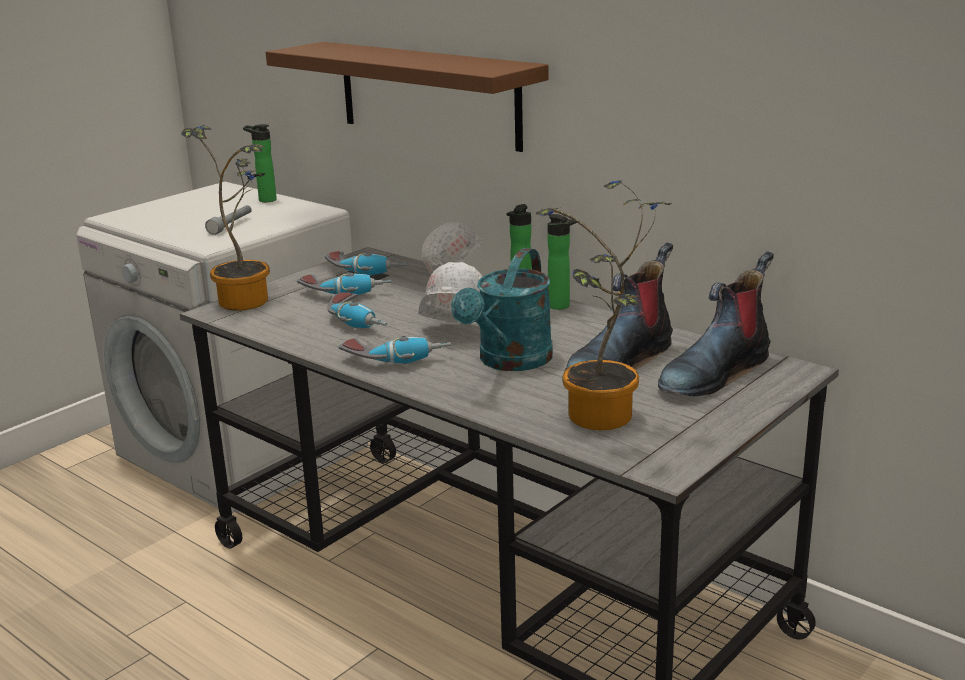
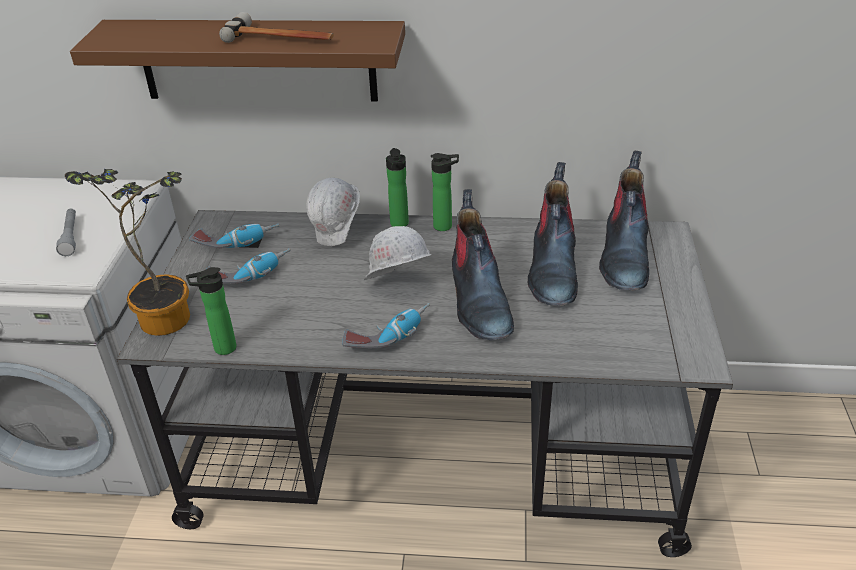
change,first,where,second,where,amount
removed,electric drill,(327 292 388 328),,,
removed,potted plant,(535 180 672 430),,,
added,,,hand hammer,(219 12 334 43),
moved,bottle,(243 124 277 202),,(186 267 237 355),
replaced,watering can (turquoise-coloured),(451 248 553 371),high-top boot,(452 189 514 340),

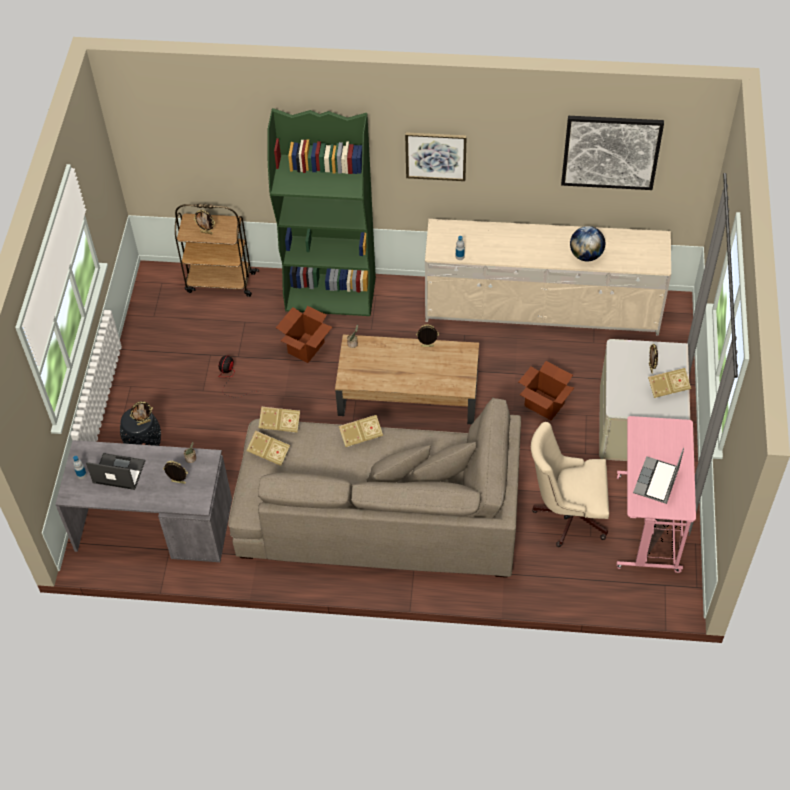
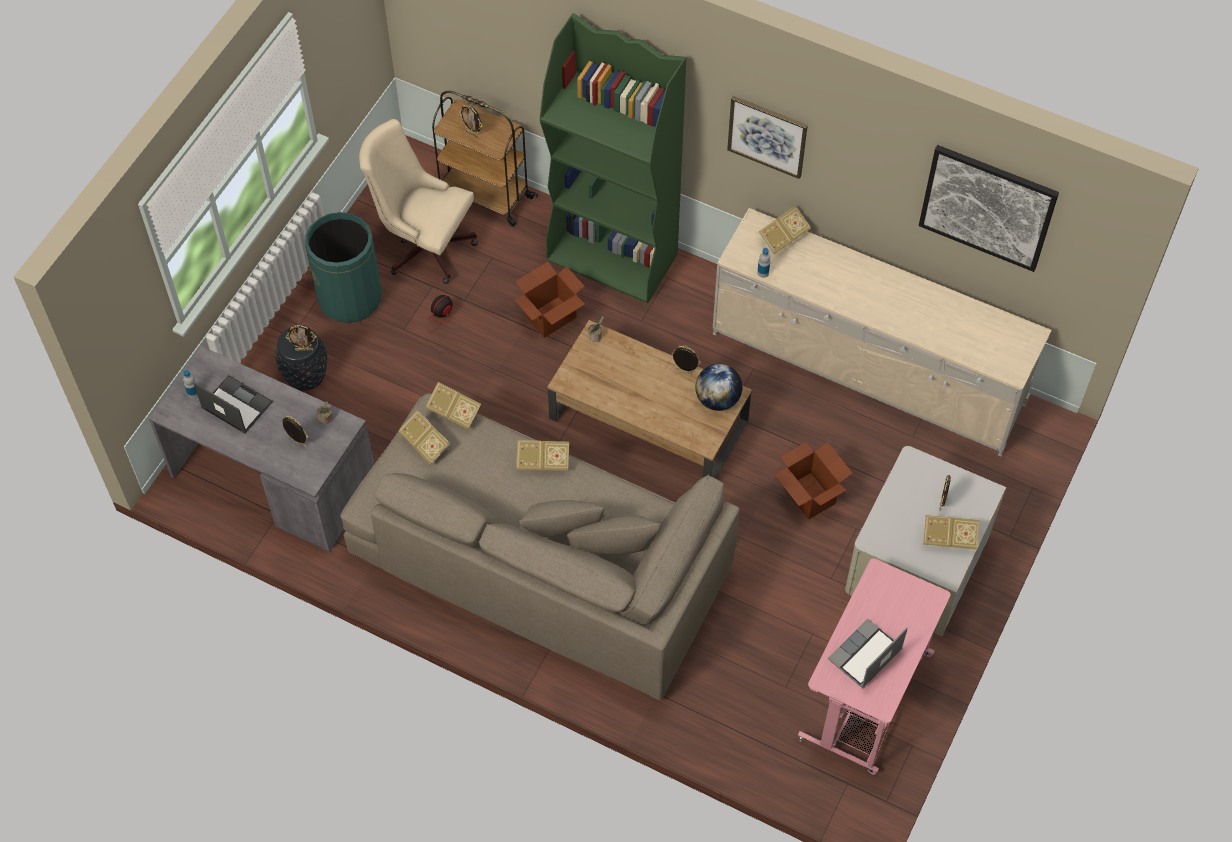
change,first,where,second,where,amount
added,,,trash can (greenish),(305 212 382 323),
added,,,bound book,(758 206 811 254),
moved,computer chair (beige),(531 422 609 547),,(359 119 478 284),
moved,world globe,(570 226 605 261),,(695 364 742 411),

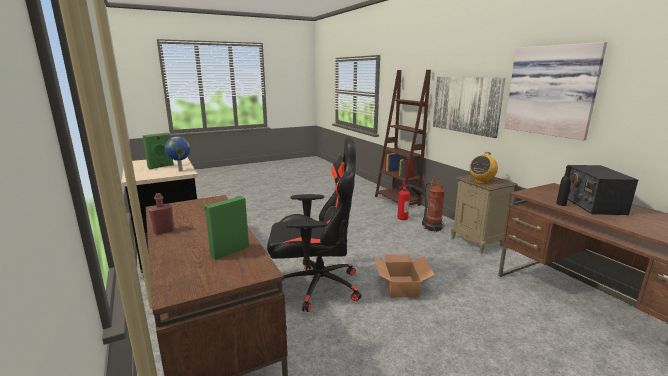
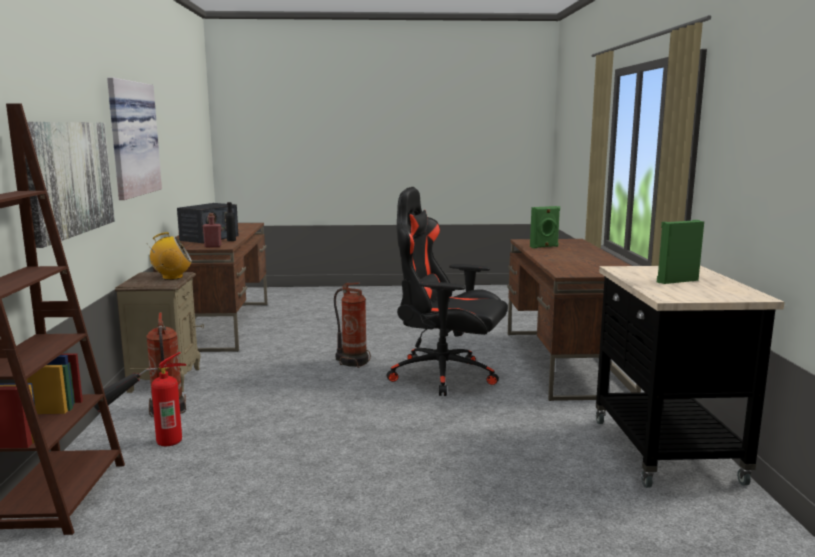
change,first,where,second,where,amount
removed,world globe,(165 137 191 171),,,
moved,bottle (red),(148 193 174 235),,(202 213 222 247),
replaced,packing box,(374 254 434 298),extinguisher,(334 283 371 368),

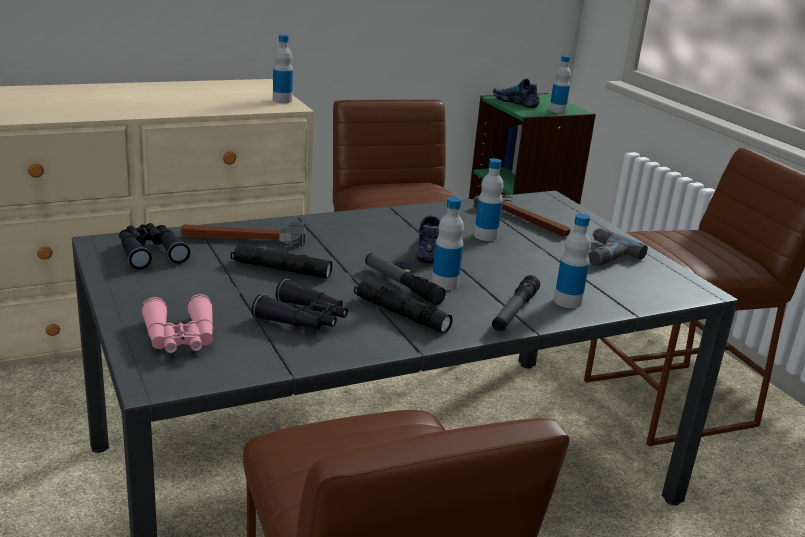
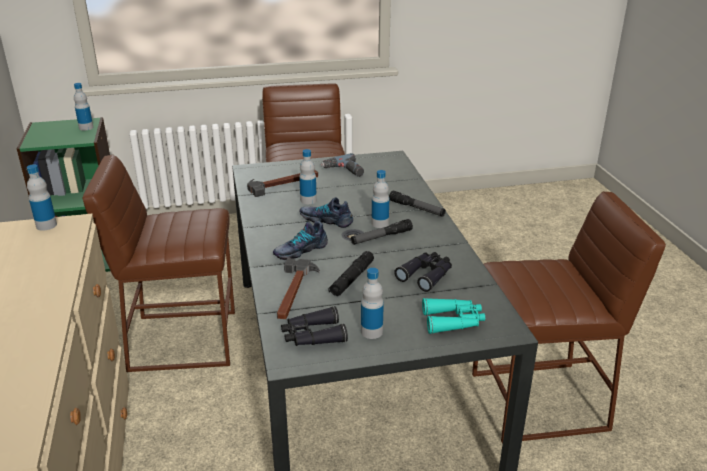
change,first,where,second,where,amount
removed,hand torch (black-coloured),(354 280 453 333),,,
moved,shoe,(493 79 540 108),,(273 221 328 260),
moved,bottle,(554 213 591 308),,(361 268 384 339),
recoloured,field glasses (pink-coloured),(141 294 213 353),field glasses (turquoise-coloured),(422 298 485 334),

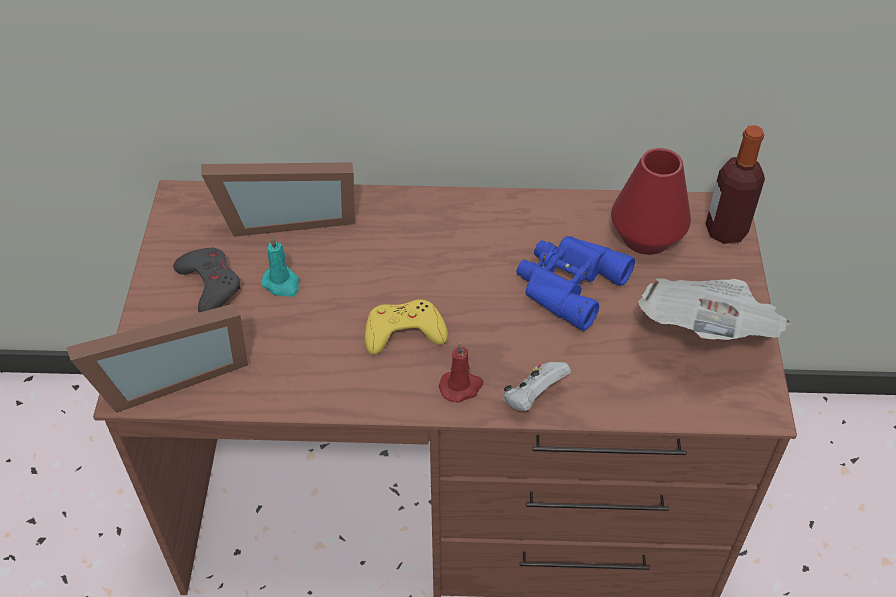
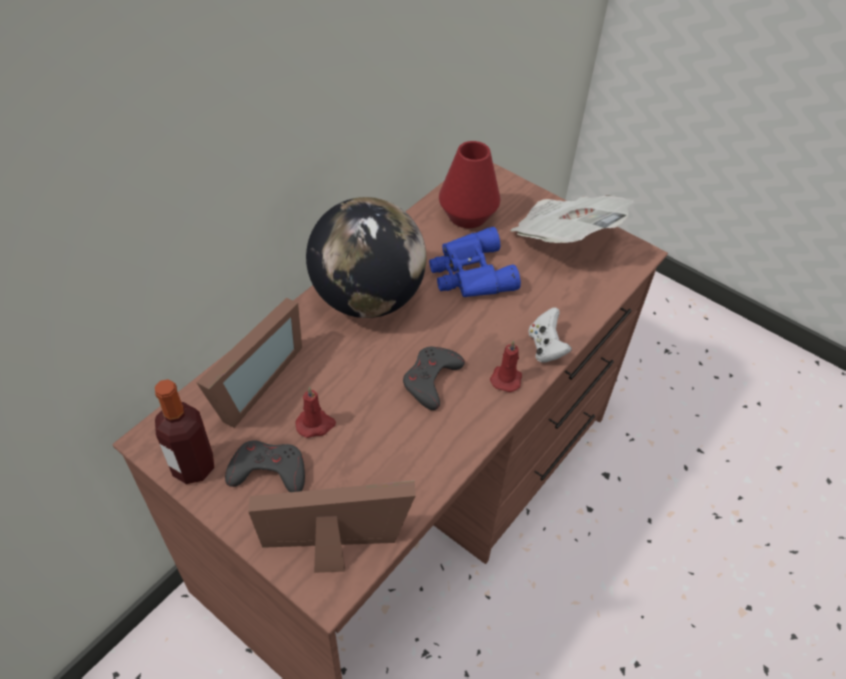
change,first,where,second,where,amount
added,,,world globe,(306 197 426 318),
moved,bottle,(706 125 765 244),,(155 379 214 484),
recoloured,wax candle (turquoise-coloured),(261 236 299 297),wax candle (red),(296 387 336 438),
recoloured,joypad (yellow-coloured),(364 299 448 355),joypad (greyish),(403 347 465 410),
turned,standing frame,(66 303 248 413),,(248 481 415 573),105 degrees counterclockwise

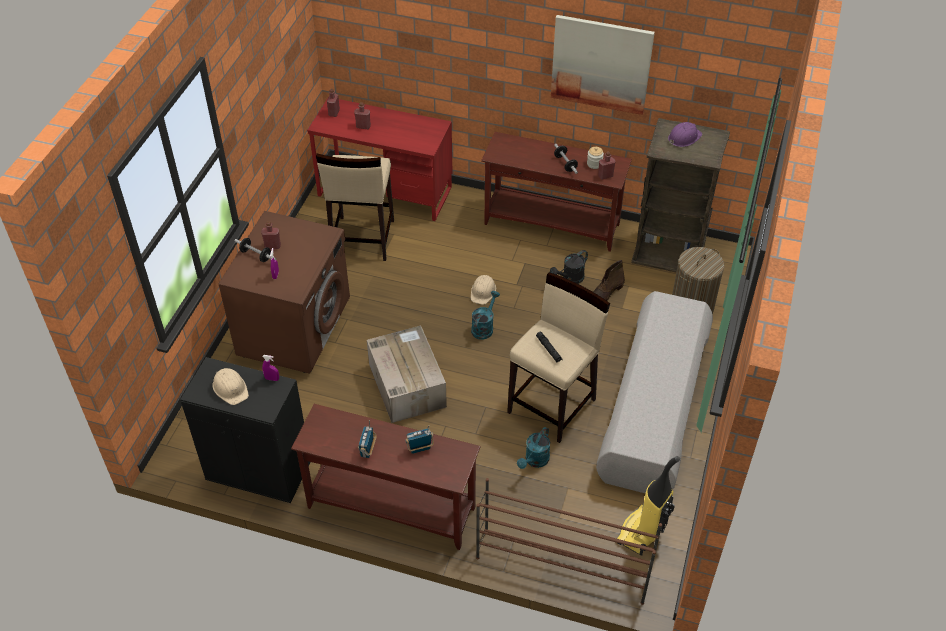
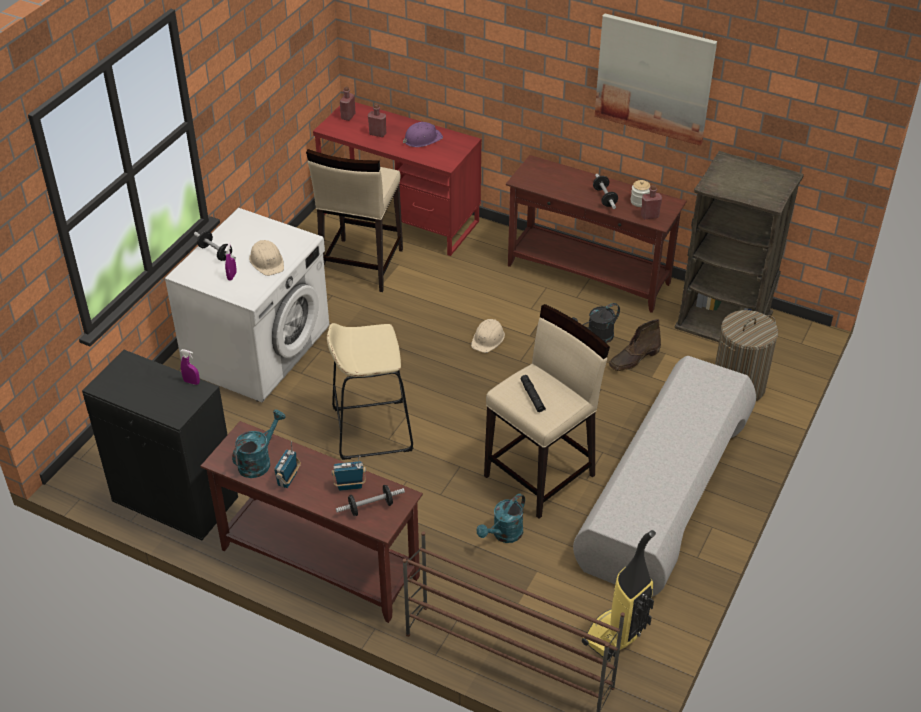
change,first,where,second,where,amount
removed,bottle (red),(261 221 281 249),,,
added,,,dumbbell,(336 485 405 516),
moved,safety helmet (beige),(212 368 249 405),,(249 240 284 276),
moved,watering can (turquoise-coloured),(471 291 500 340),,(232 410 286 478),
moved,safety helmet (purplish),(668 122 702 147),,(403 122 443 147),
replaced,packing box,(367 326 447 423),sitting stool (beige),(327 323 414 460),
recoloured,washing machine (brownish),(219 211 350 374),washing machine (white-coloured),(165 208 329 402),

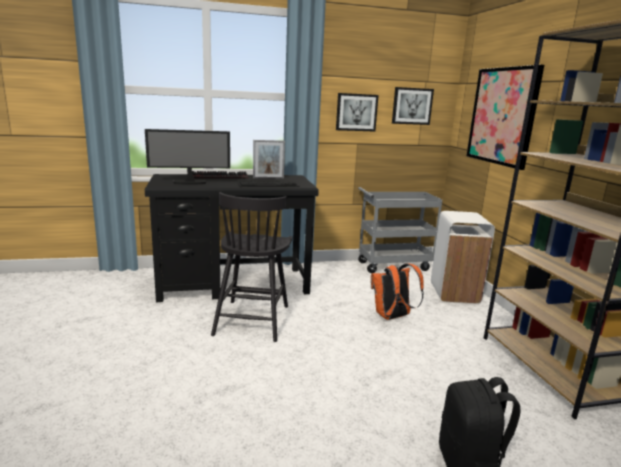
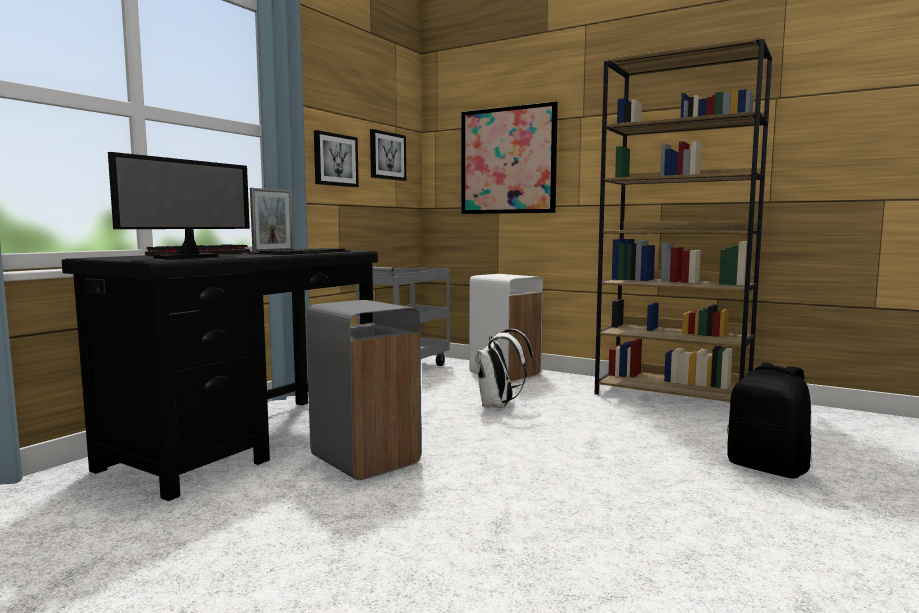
change,first,where,second,where,amount
replaced,plain chair (black-coloured),(211 192 292 342),trash can (greyish),(306 300 421 480),
recoloured,knapsack (orangey),(371 263 424 320),knapsack (white-coloured),(475 329 534 408),

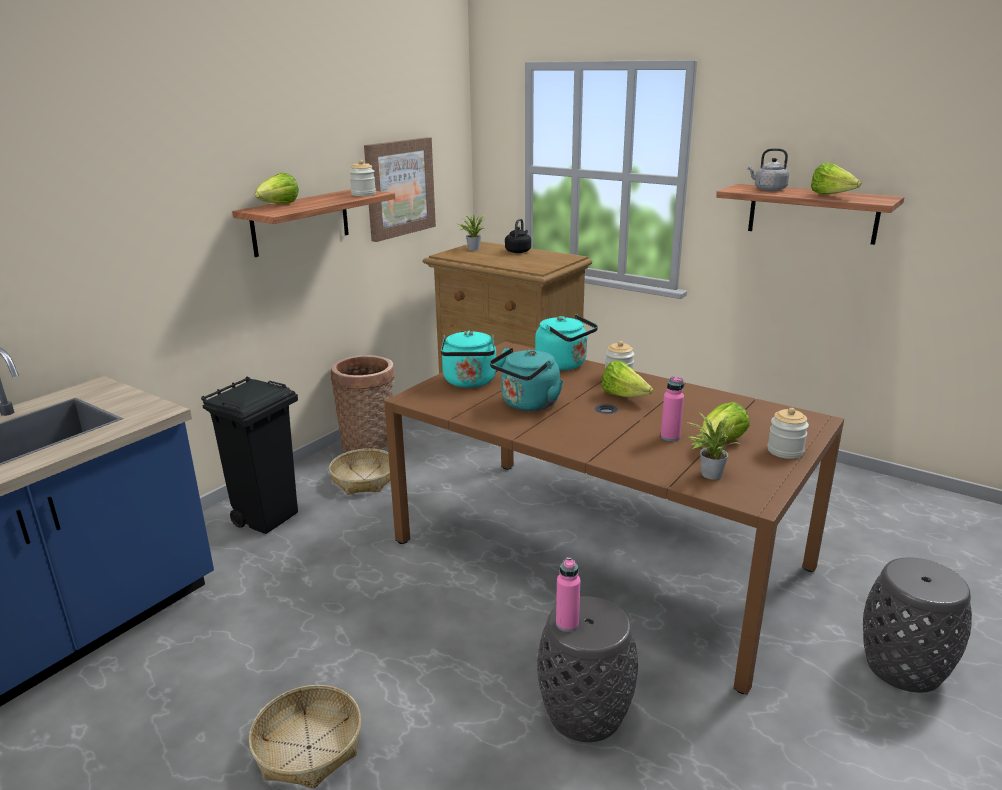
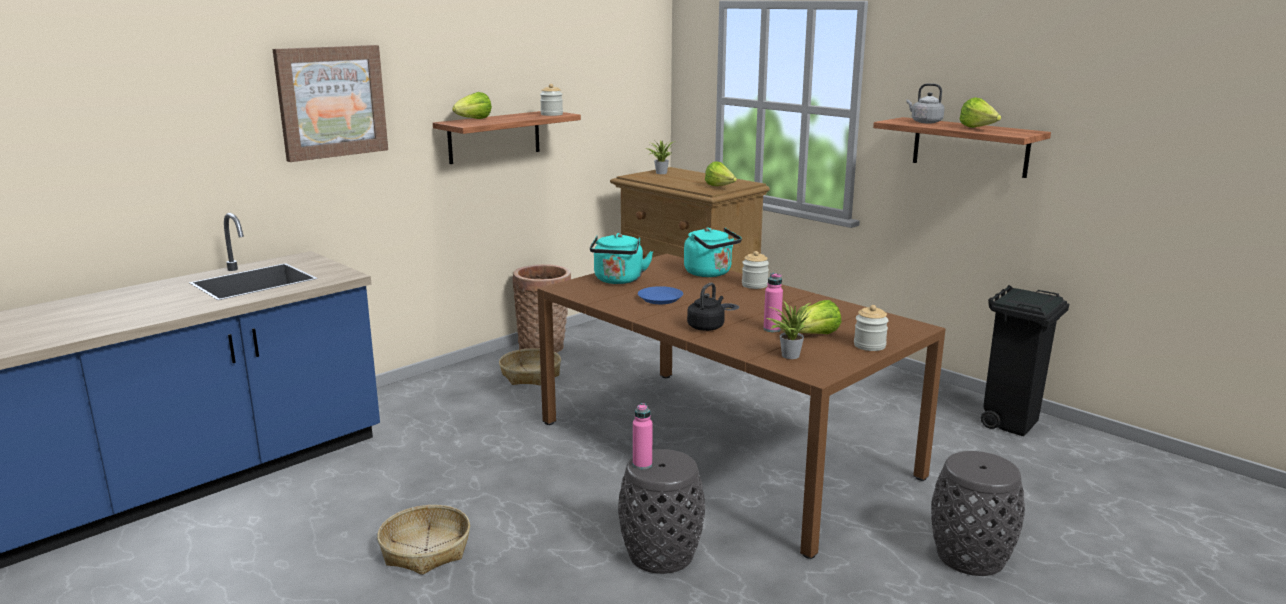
change,first,where,second,where,amount
moved,trash can (black-coloured),(201 376 298 534),,(981 285 1069 436),
moved,picture,(364 137 436 242),,(272 45 388 162),
moved,kettle (black-coloured),(505 219 531 253),,(687 283 725 331),
moved,lettuce head,(602 361 654 397),,(705 161 737 186),
replaced,kettle (turquoise-coloured),(490 348 563 411),flat dish (blue),(638 286 683 304),

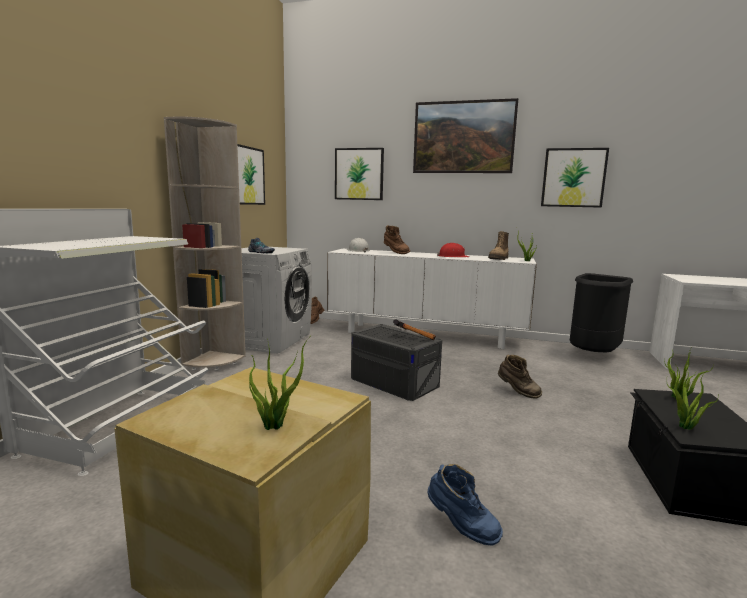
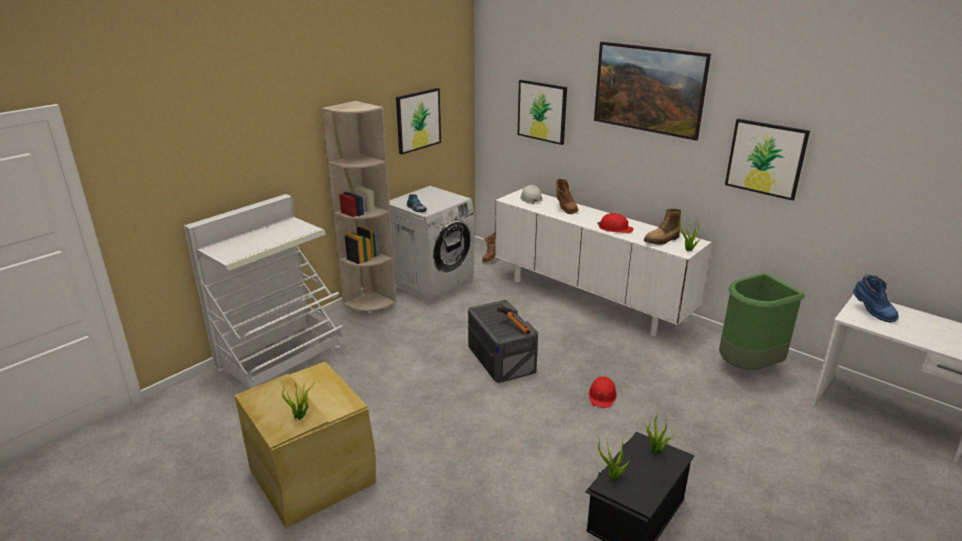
change,first,where,second,where,amount
moved,high-top boot (blue),(428 464 503 546),,(853 274 899 323),
replaced,high-top boot (brownish),(498 355 542 399),safety helmet (red),(589 376 617 408),
recoloured,trash can (black-coloured),(570 273 633 352),trash can (greenish),(719 273 804 370),

